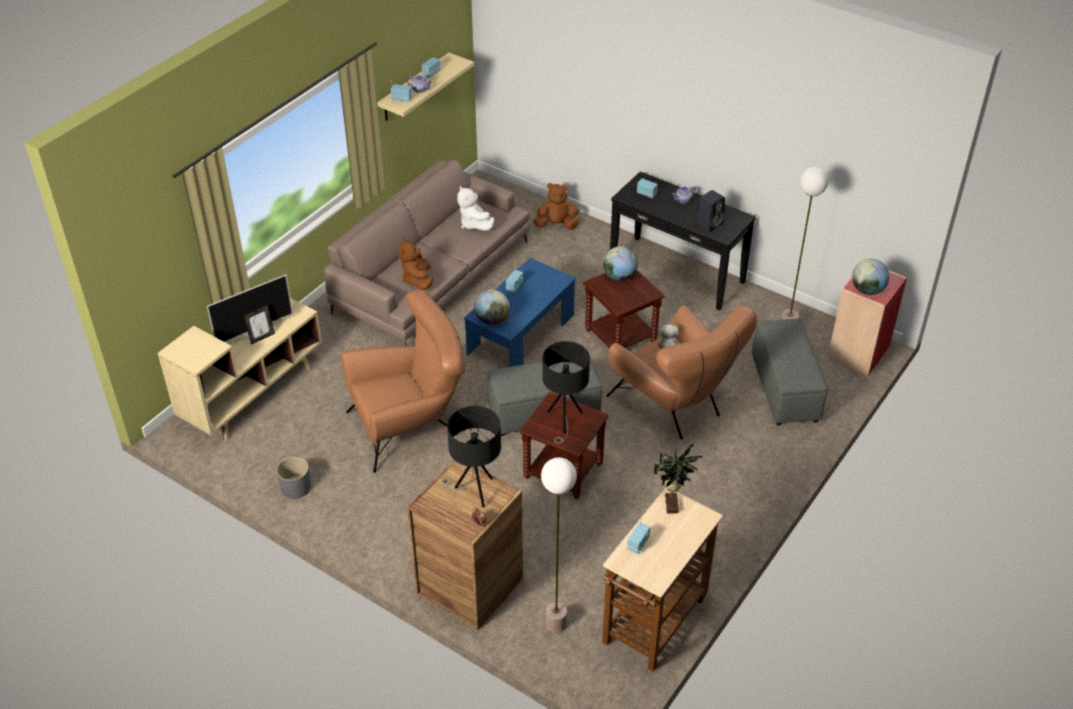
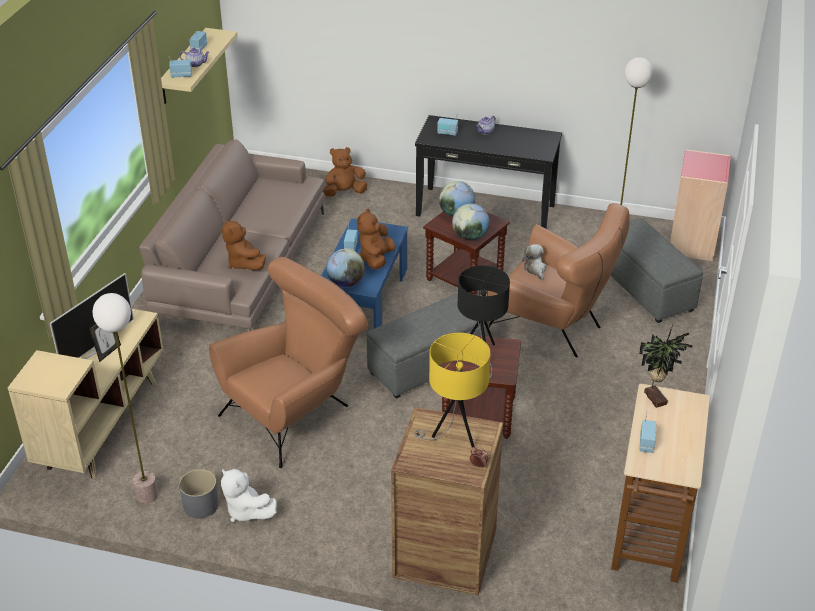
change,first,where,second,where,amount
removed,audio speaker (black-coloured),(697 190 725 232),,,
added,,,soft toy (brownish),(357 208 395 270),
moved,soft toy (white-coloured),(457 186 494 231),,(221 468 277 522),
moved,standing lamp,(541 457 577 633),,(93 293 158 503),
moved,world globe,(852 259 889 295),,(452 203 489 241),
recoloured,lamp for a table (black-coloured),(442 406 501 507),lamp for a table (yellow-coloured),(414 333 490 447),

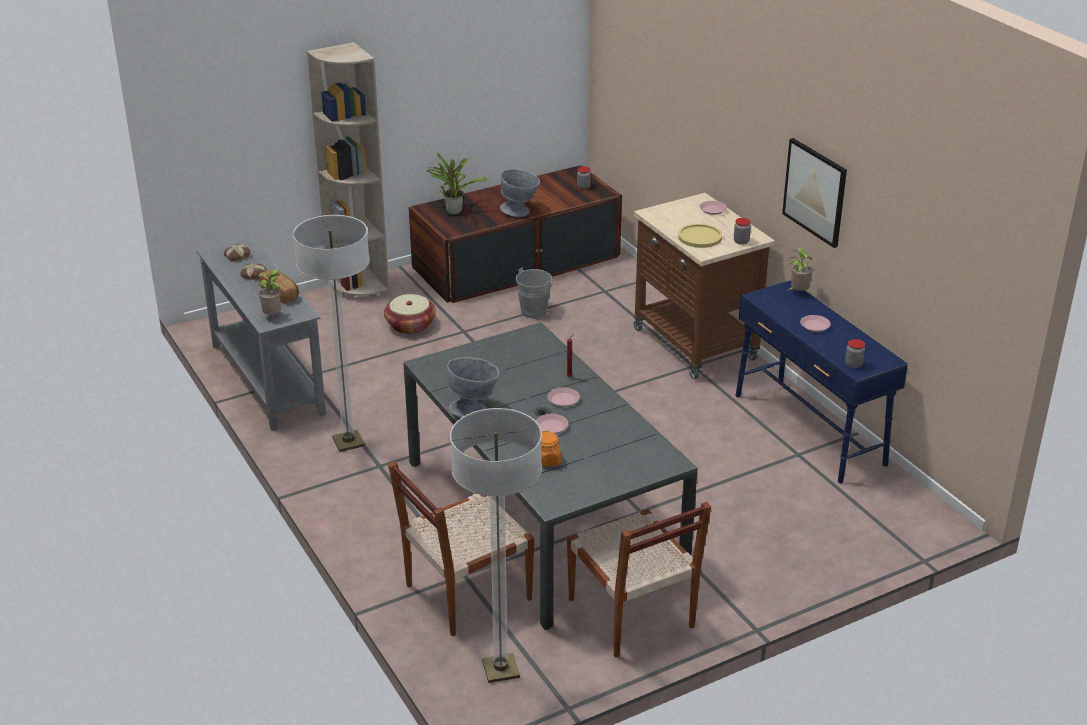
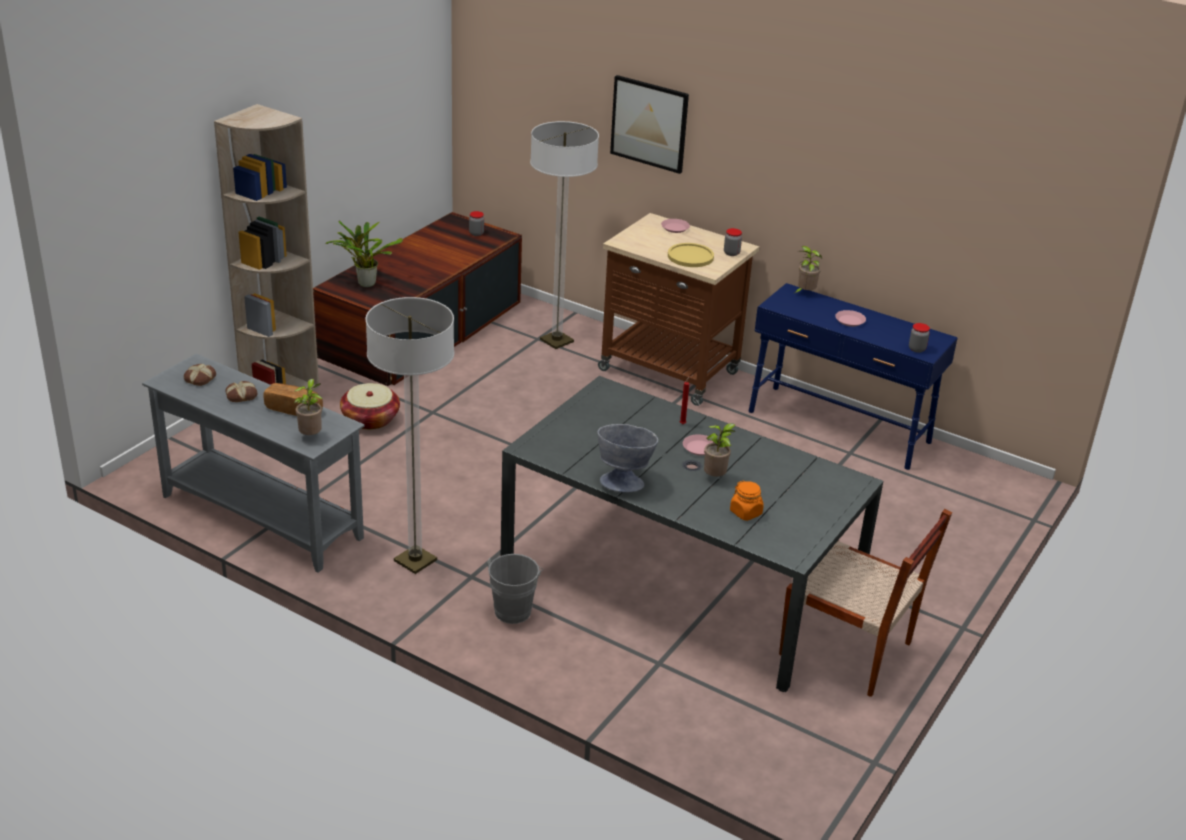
change,first,where,second,where,amount
removed,plain chair,(388 461 534 636),,,
removed,deep dish (greyish),(500 169 540 217),,,
moved,standing lamp,(450 408 542 683),,(530 121 599 349),
moved,water bucket (greyish),(516 268 558 319),,(487 554 543 624),
moved,picture,(782 138 847 248),,(610 75 689 174),
replaced,flat dish (pink-coloured),(536 414 568 434),potted plant,(704 423 735 477),

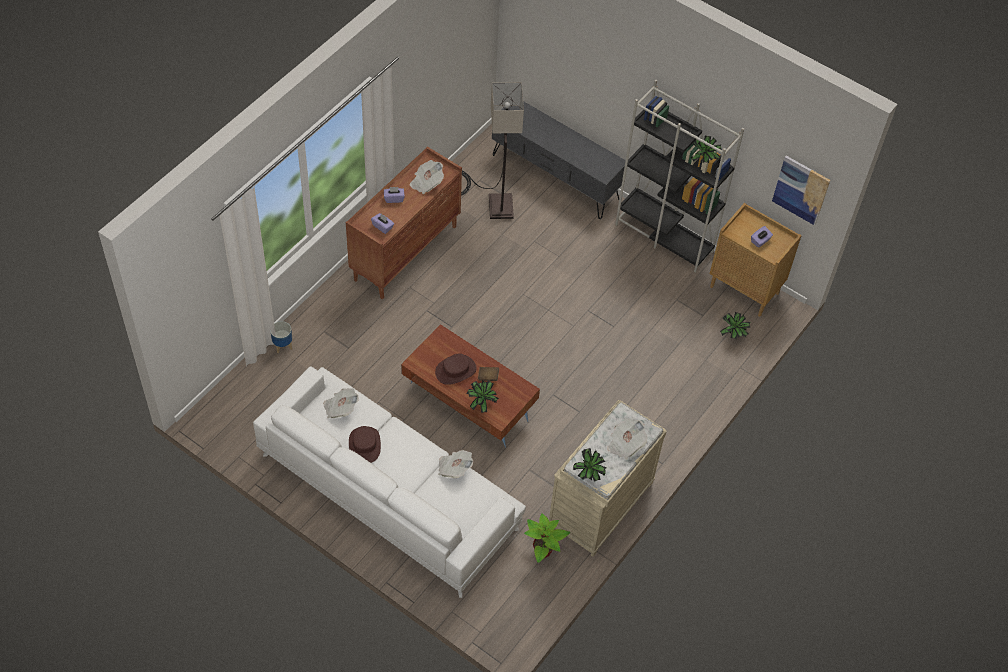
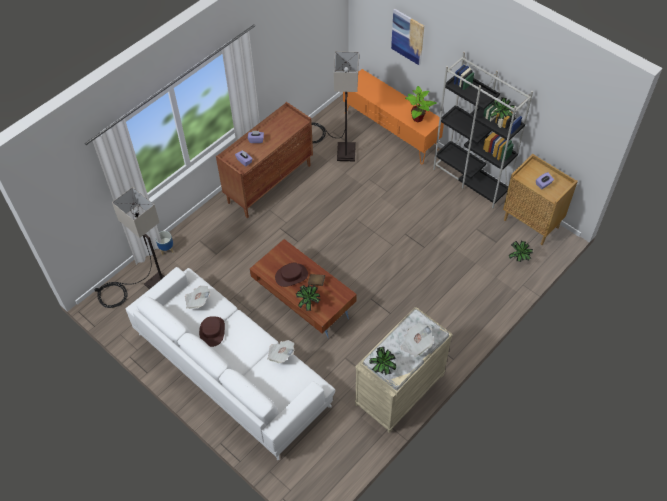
change,first,where,second,where,amount
removed,printed paper,(410 160 444 194),,,
added,,,standing lamp,(95 187 165 308),
moved,potted plant,(524 513 570 563),,(405 86 437 122),
moved,picture,(772 156 830 226),,(391 9 424 66),
recoloured,tv stand (greyish),(492 101 626 219),tv stand (orangey),(343 69 444 165),

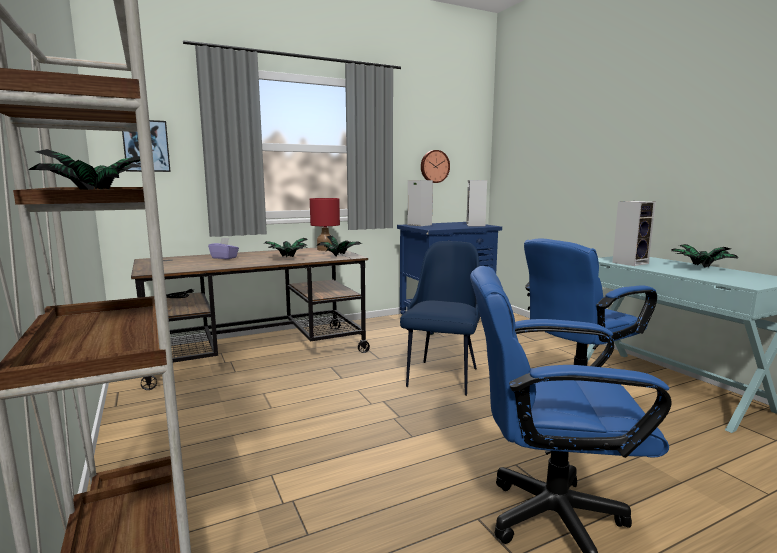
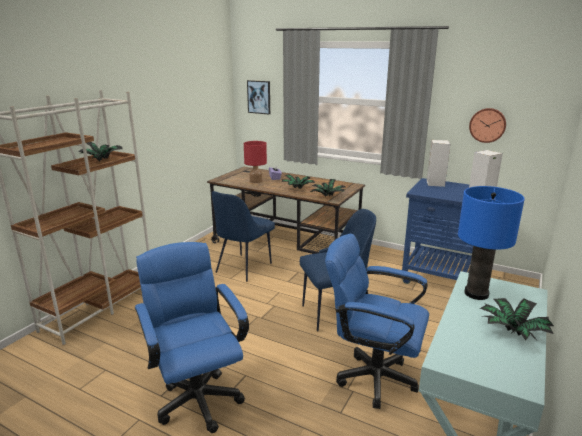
change,first,where,second,where,amount
added,,,plain chair (blue),(212 191 275 282),
moved,lamp for a table (red),(310 198 340 251),,(244 141 267 183),
replaced,audio speaker,(612 201 656 266),lamp for a table (blue),(458 186 525 300),

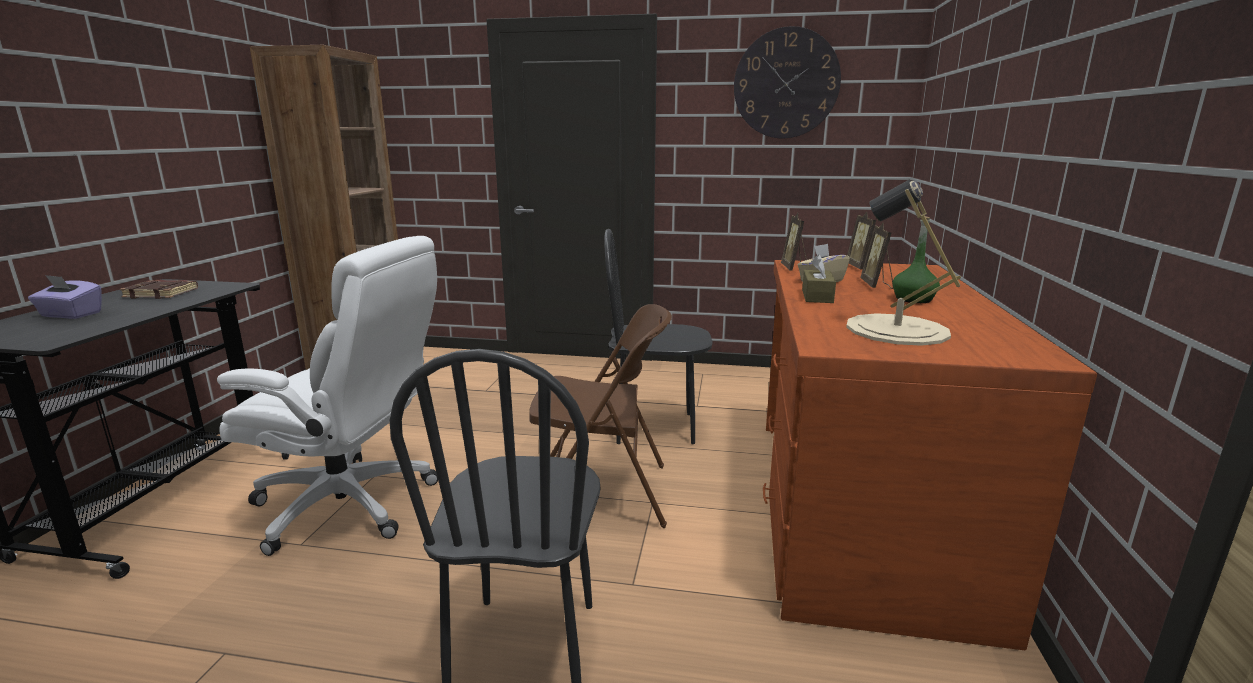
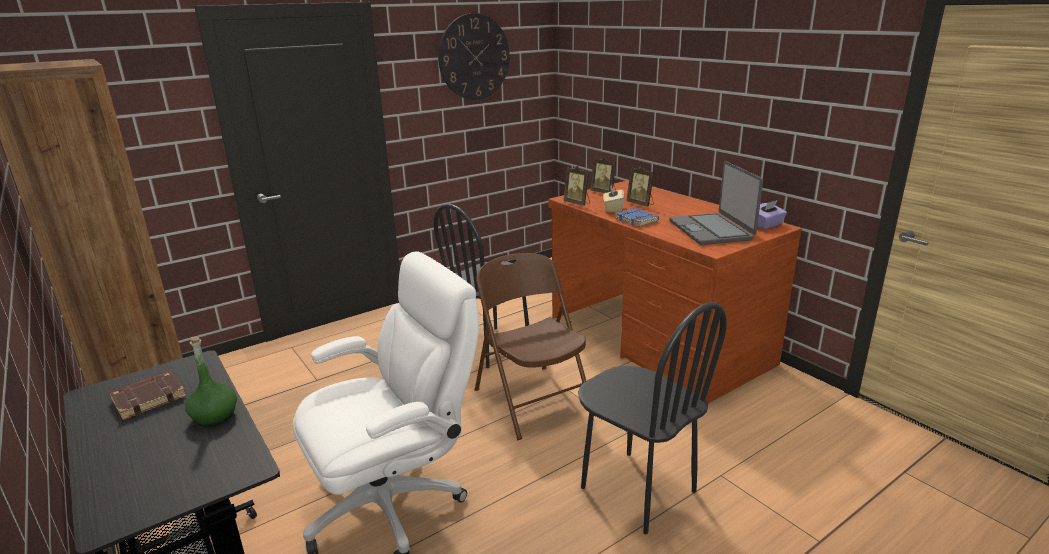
change,first,where,second,where,amount
moved,tissue holder (purplish),(28 275 102 319),,(757 200 787 229),
moved,bottle (greenish),(892 216 940 303),,(185 336 237 427),
replaced,tissue holder (brownish),(802 254 836 303),bound book (blue),(615 208 659 227),
replaced,lamp for a table (beige),(846 180 961 346),portable computer,(669 161 763 245),
turned,plain chair (brownish),(529 304 672 528),,(474 253 586 441),75 degrees counterclockwise

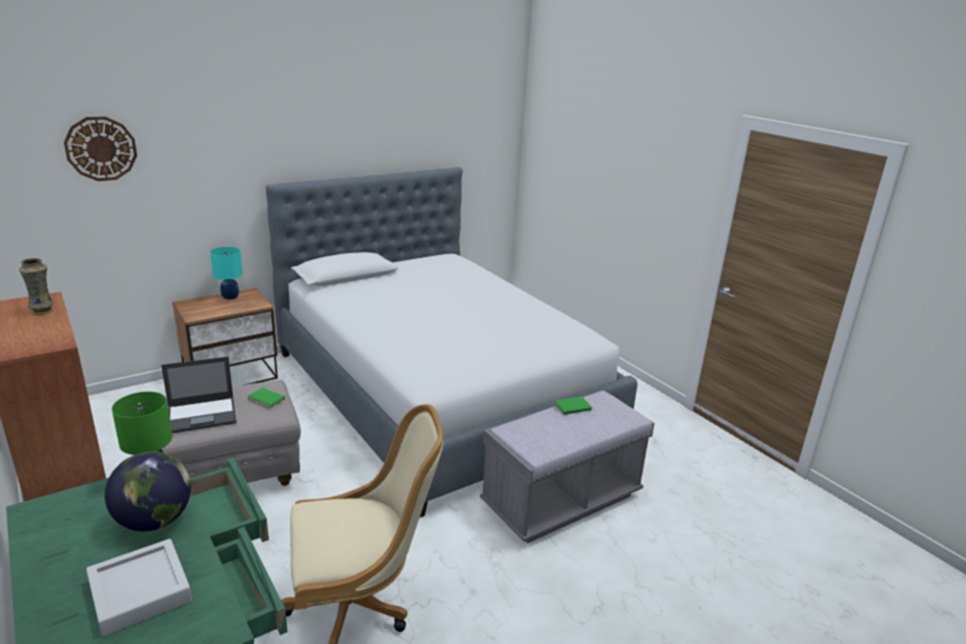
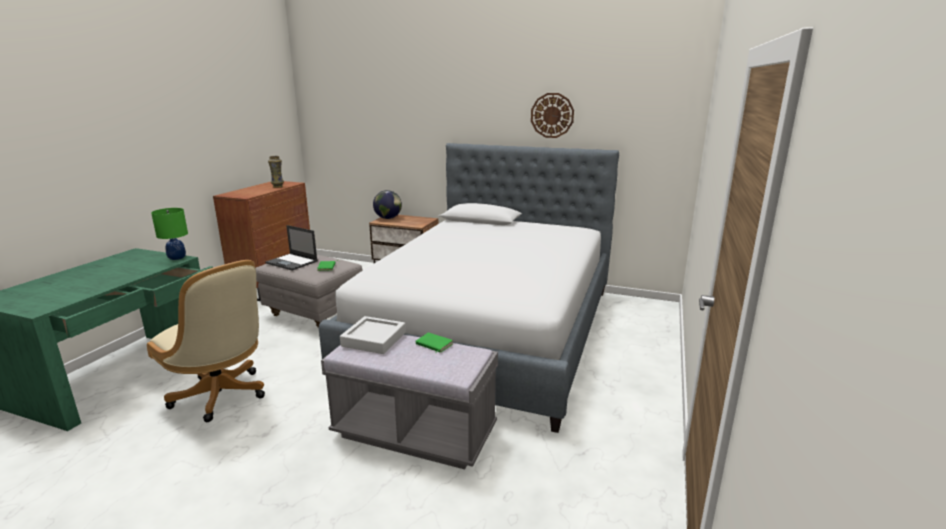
change,first,where,second,where,amount
removed,lamp for a table (turquoise-coloured),(210 247 243 299),,,
moved,wall clock,(64 116 137 181),,(531 93 574 138),
moved,tray (greyish),(86 539 192 636),,(340 316 406 354),
moved,world globe,(105 451 191 531),,(373 190 402 219),

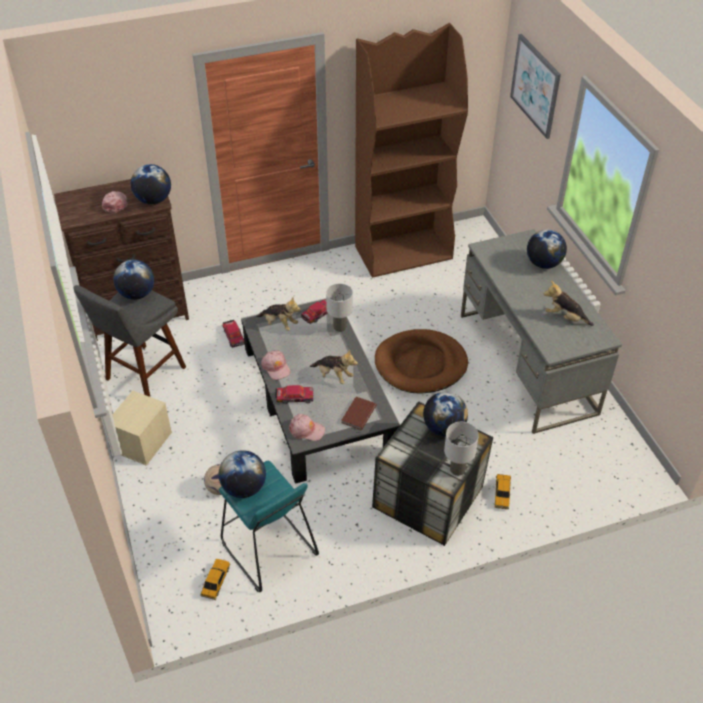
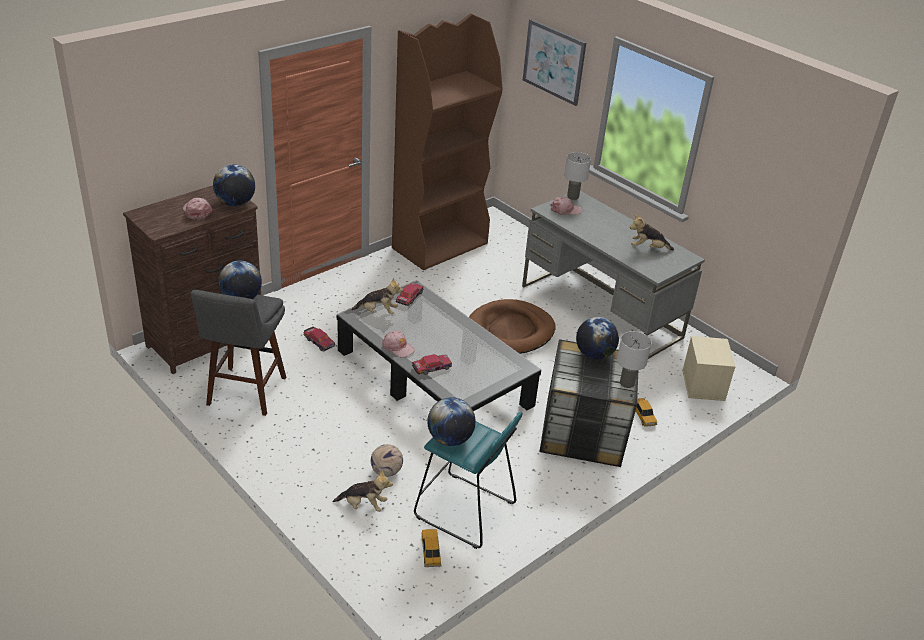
change,first,where,second,where,amount
removed,bound book (brownish),(341 397 377 430),,,
removed,world globe,(527 229 567 269),,,
moved,storage bin (beige),(113 391 172 466),,(682 336 736 401),
moved,peaked cap (pink-coloured),(289 414 325 441),,(551 197 582 215),
moved,soft toy,(309 349 358 384),,(333 470 393 512),
moved,lamp for a table (white-coloured),(326 283 353 332),,(564 152 591 200),

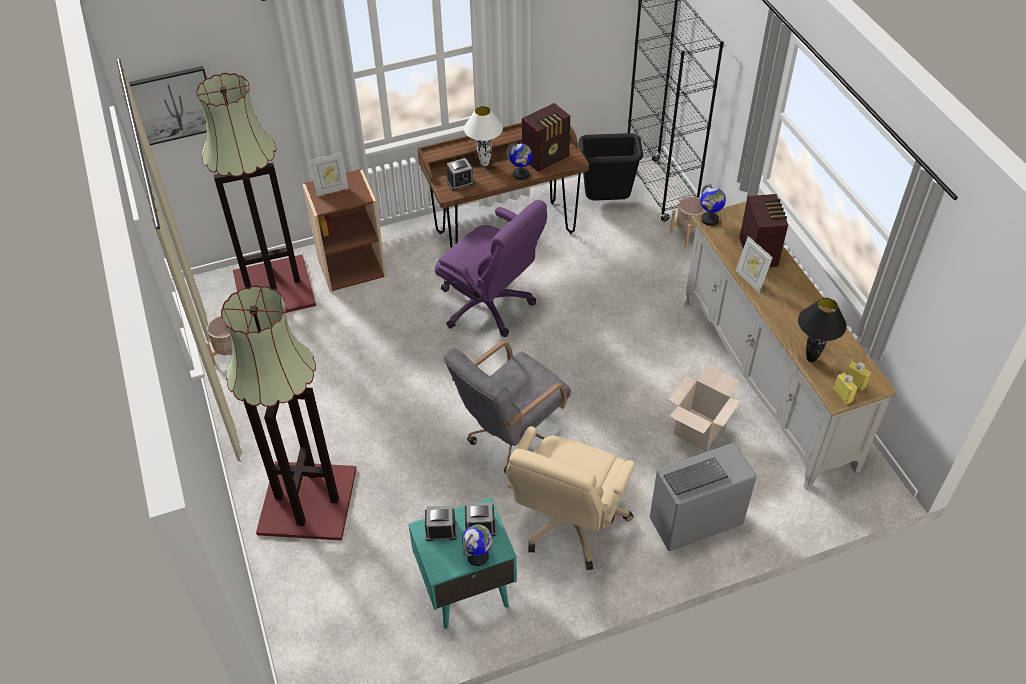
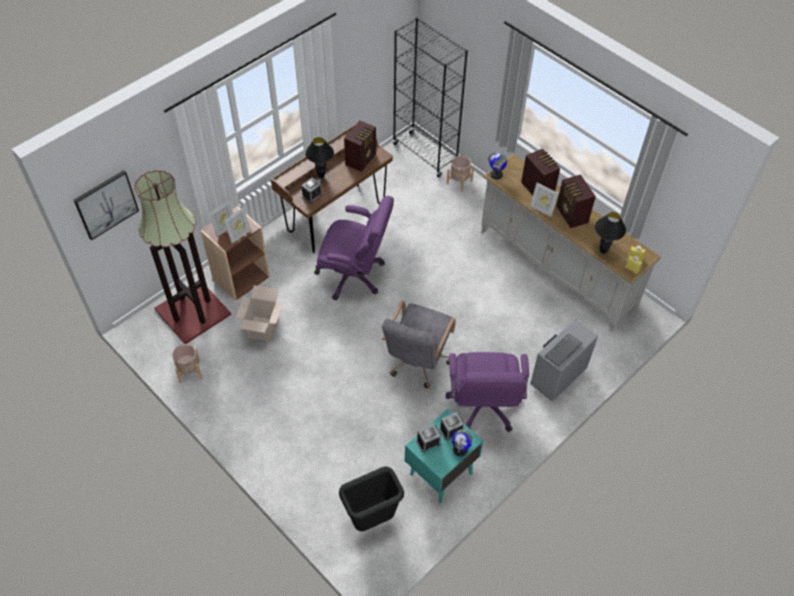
change,first,where,second,where,amount
removed,standing lamp,(221 285 357 541),,,
removed,world globe,(506 143 533 180),,,
added,,,standing frame,(224 207 251 244),
added,,,radio receiver,(556 174 596 228),
moved,trash can (black-coloured),(578 133 643 200),,(339 466 404 532),
moved,packing box,(669 365 741 451),,(236 285 283 342),
recoloured,lamp for a table (white-coloured),(464 106 503 166),lamp for a table (black-coloured),(305 137 334 178),
recoloured,computer chair (beige),(506 426 635 570),computer chair (purplish),(446 352 529 432),

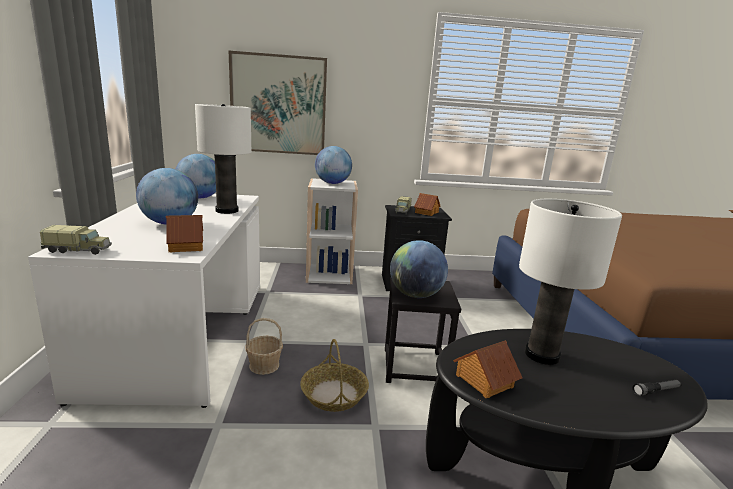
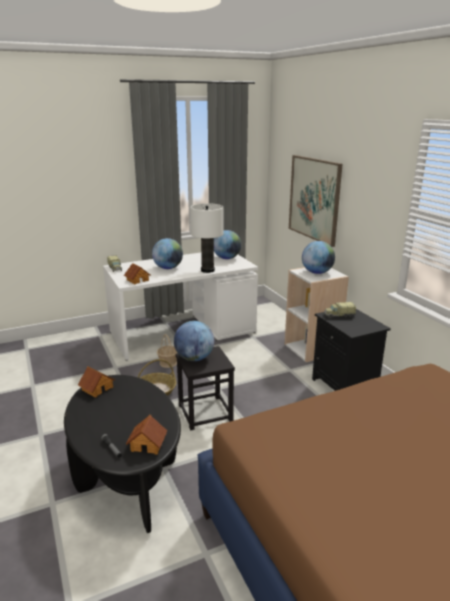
change,first,where,second,where,amount
removed,lamp for a table (white-coloured),(519 199 622 365),,,
moved,miniature house,(414 193 440 216),,(126 415 167 455),

